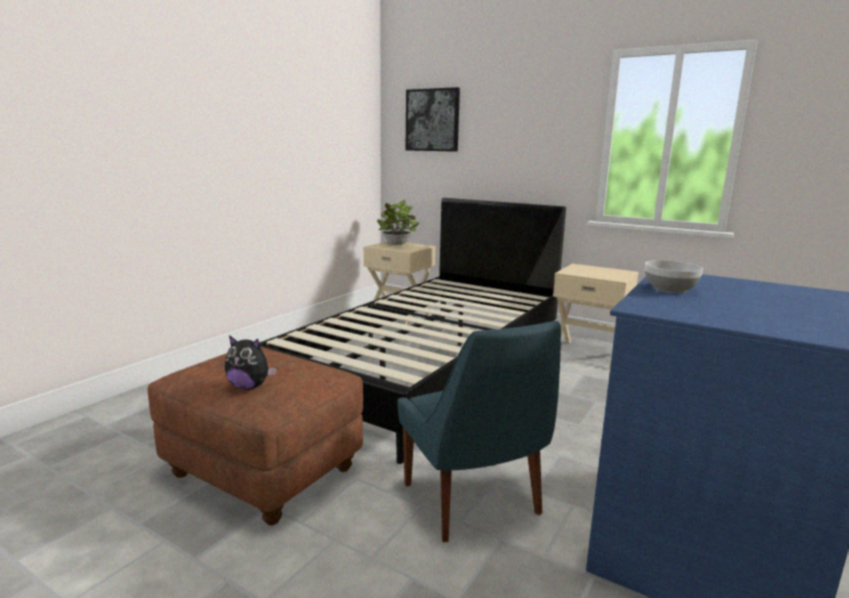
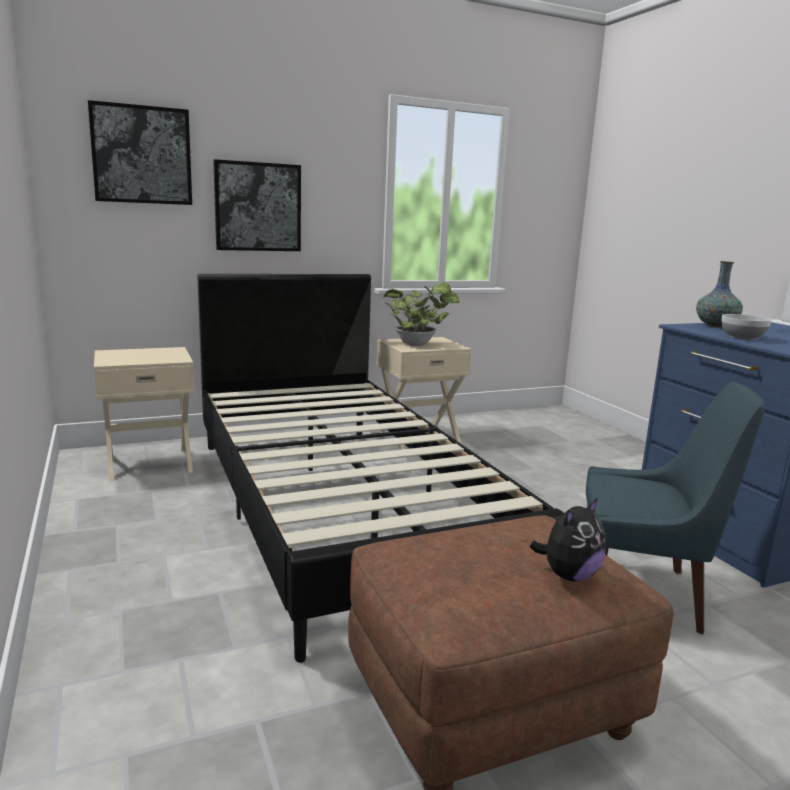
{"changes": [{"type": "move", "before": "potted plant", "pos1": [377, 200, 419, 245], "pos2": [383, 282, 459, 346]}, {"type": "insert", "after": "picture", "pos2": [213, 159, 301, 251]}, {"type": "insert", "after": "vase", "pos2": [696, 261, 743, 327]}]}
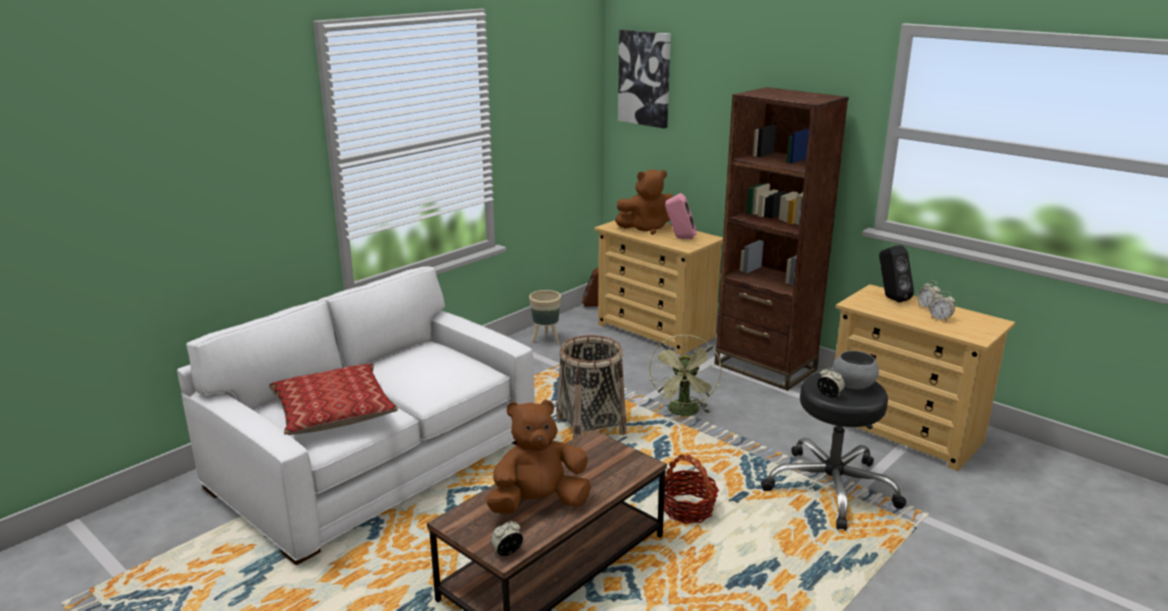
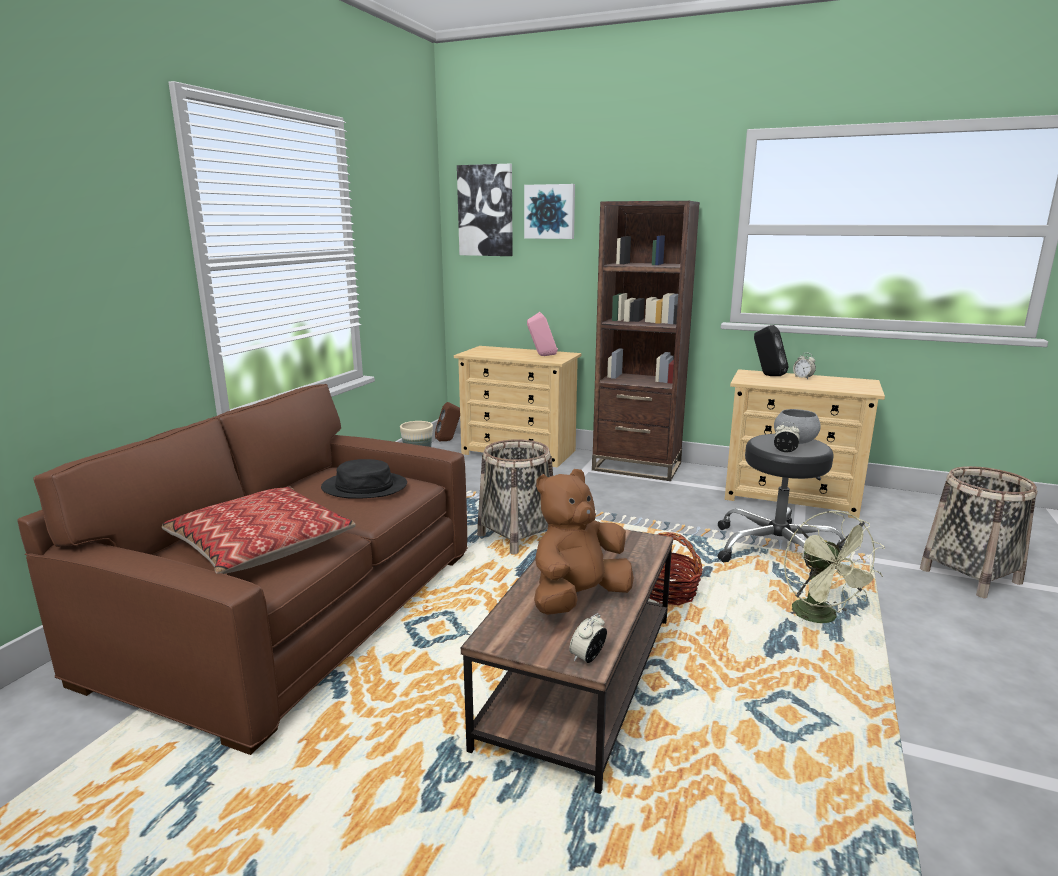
{"changes": [{"type": "recolor", "before": "sofa in white", "after": "sofa in brown", "pos1": [177, 267, 535, 565], "pos2": [17, 384, 468, 755]}, {"type": "delete", "before": "plush toy in brown", "pos1": [615, 170, 674, 234]}, {"type": "move", "before": "fan in green", "pos1": [649, 334, 722, 416], "pos2": [784, 510, 885, 623]}, {"type": "delete", "before": "alarm clock", "pos1": [929, 291, 955, 322]}, {"type": "insert", "after": "hat in black", "pos2": [321, 459, 407, 499]}, {"type": "insert", "after": "picture", "pos2": [524, 184, 575, 239]}, {"type": "insert", "after": "basket", "pos2": [920, 466, 1037, 598]}]}
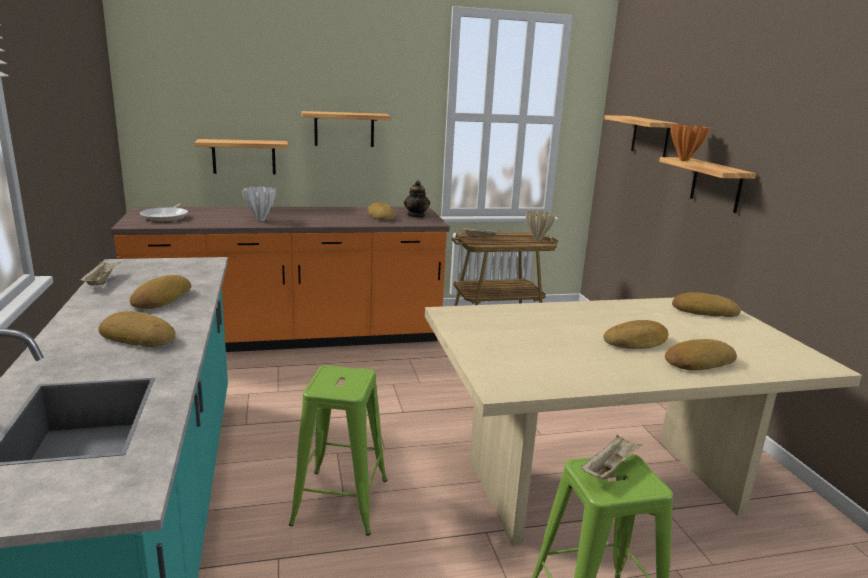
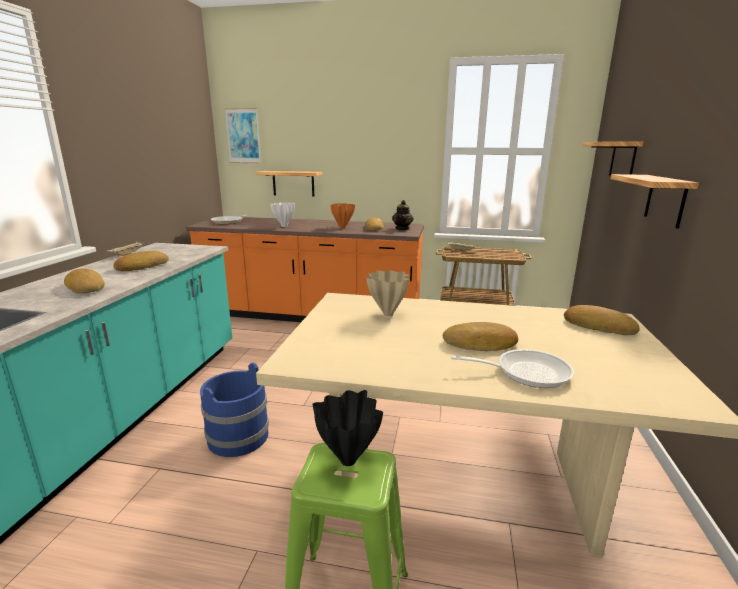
{"changes": [{"type": "replace", "before": "stool in green", "after": "bucket in blue", "pos1": [289, 365, 387, 536], "pos2": [200, 362, 269, 457]}, {"type": "delete", "before": "shelf", "pos1": [301, 111, 391, 147]}, {"type": "move", "before": "vase in beige", "pos1": [526, 210, 555, 240], "pos2": [366, 270, 409, 316]}, {"type": "replace", "before": "tray in beige", "after": "vase in black", "pos1": [581, 434, 643, 480], "pos2": [312, 390, 383, 466]}, {"type": "replace", "before": "bread", "after": "frying pan", "pos1": [665, 339, 737, 370], "pos2": [451, 349, 574, 388]}, {"type": "move", "before": "vase in orange", "pos1": [671, 124, 710, 161], "pos2": [331, 203, 355, 228]}, {"type": "insert", "after": "picture", "pos2": [225, 108, 261, 163]}]}
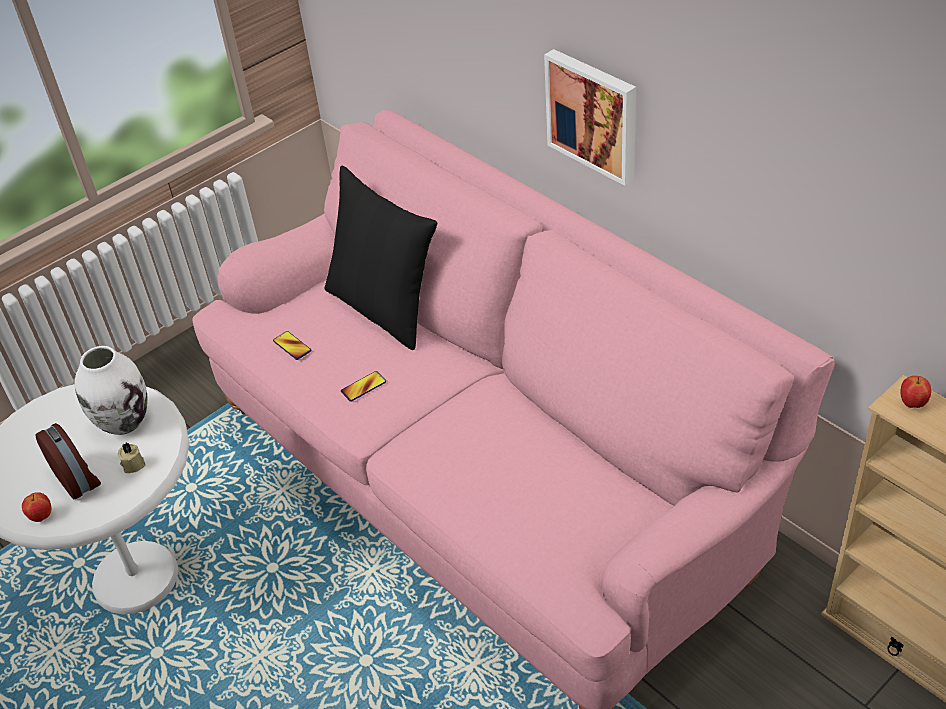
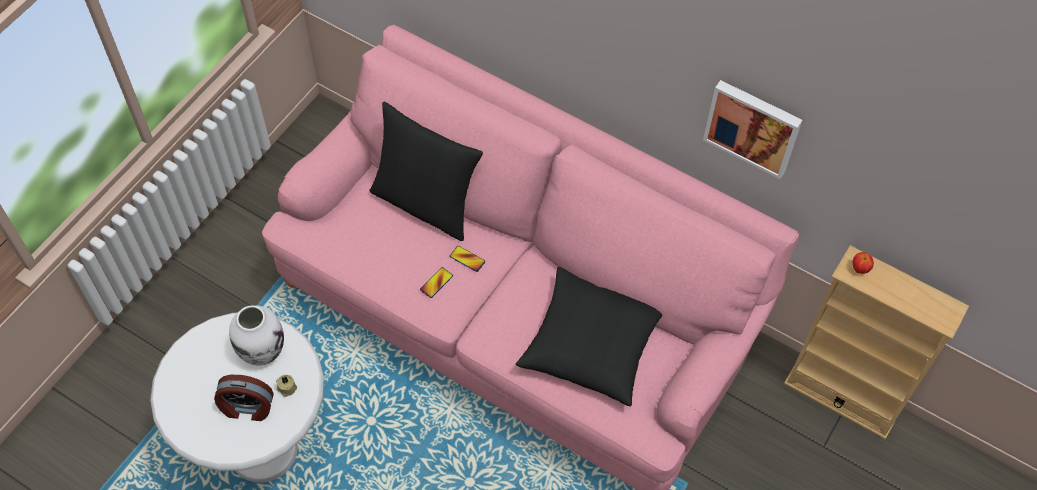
{"changes": [{"type": "delete", "before": "apple", "pos1": [22, 492, 51, 522]}, {"type": "rotate", "before": "alarm clock", "pos1": [35, 423, 101, 499], "pos2": [214, 375, 274, 421], "turn": 150}, {"type": "move", "before": "phone", "pos1": [273, 331, 311, 360], "pos2": [450, 246, 485, 272]}, {"type": "move", "before": "picture", "pos1": [544, 49, 636, 186], "pos2": [703, 80, 802, 179]}, {"type": "insert", "after": "pillow in black", "pos2": [516, 267, 662, 406]}]}
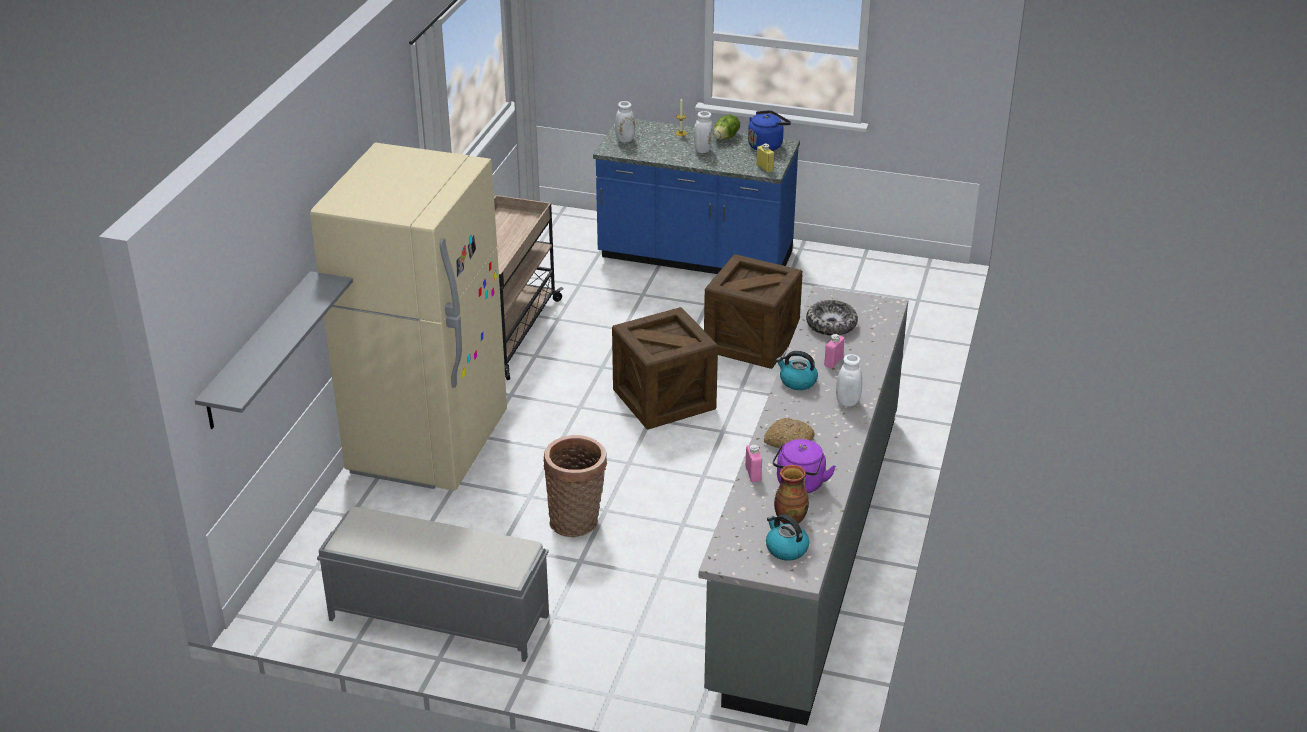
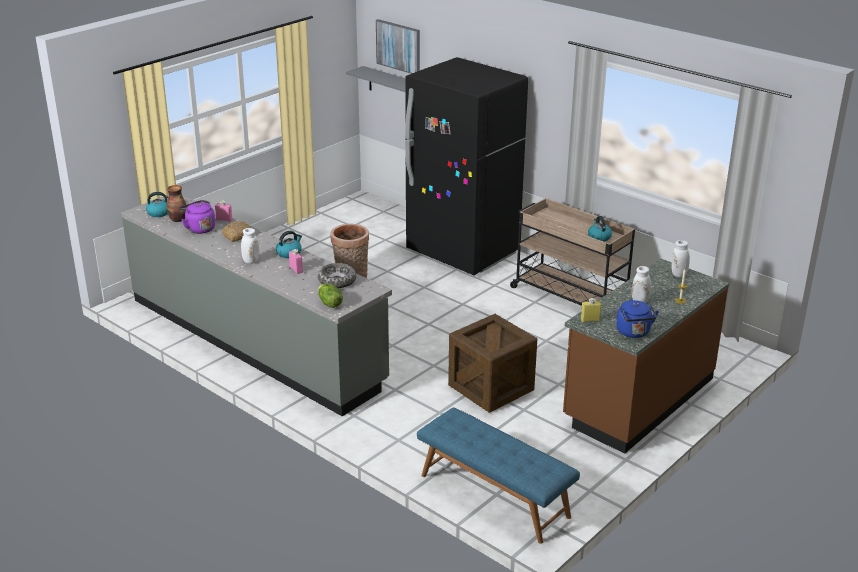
{"changes": [{"type": "recolor", "before": "fridge in beige", "after": "fridge in black", "pos1": [310, 143, 507, 491], "pos2": [405, 57, 528, 275]}, {"type": "delete", "before": "bench in grey", "pos1": [317, 507, 549, 662]}, {"type": "recolor", "before": "counter in blue", "after": "counter in brown", "pos1": [593, 119, 800, 274], "pos2": [563, 258, 729, 454]}, {"type": "delete", "before": "crate", "pos1": [612, 307, 718, 430]}, {"type": "move", "before": "lettuce", "pos1": [713, 115, 740, 140], "pos2": [318, 284, 343, 308]}, {"type": "insert", "after": "picture", "pos2": [376, 19, 420, 74]}, {"type": "insert", "after": "bench in blue", "pos2": [417, 407, 580, 544]}, {"type": "insert", "after": "kettle", "pos2": [588, 216, 612, 242]}]}
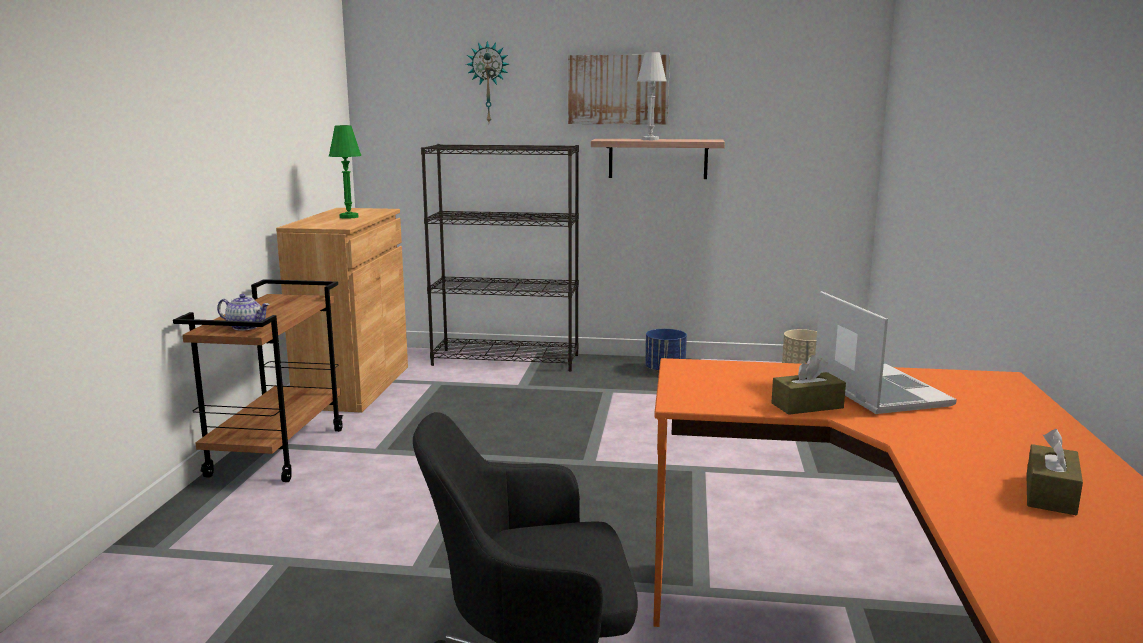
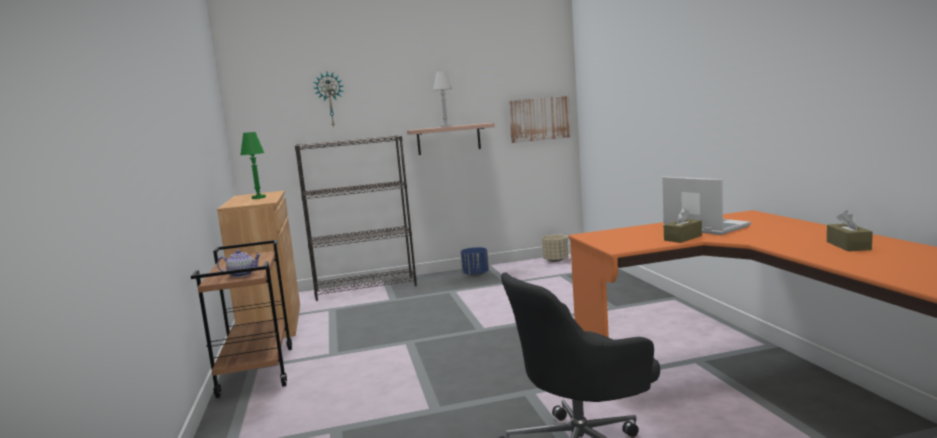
{"changes": [{"type": "move", "before": "picture", "pos1": [568, 55, 670, 125], "pos2": [508, 96, 571, 143]}]}
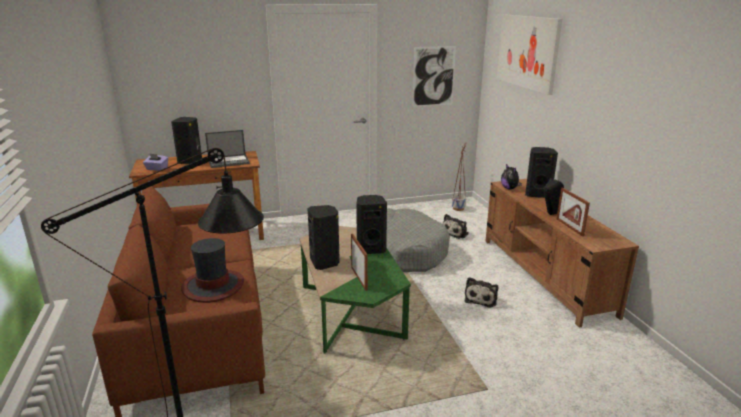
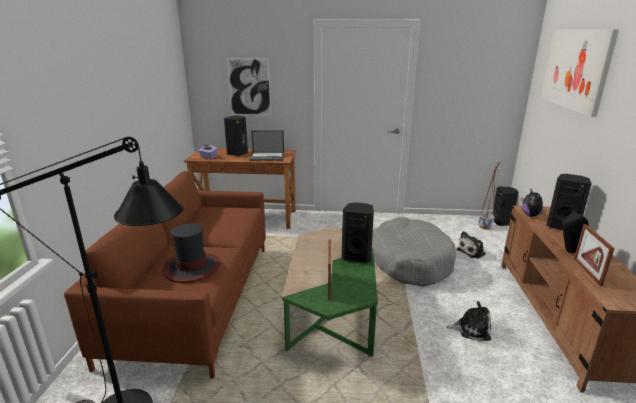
{"changes": [{"type": "move", "before": "speaker in black", "pos1": [307, 205, 340, 270], "pos2": [492, 186, 519, 226]}, {"type": "move", "before": "picture", "pos1": [413, 46, 456, 107], "pos2": [227, 58, 271, 116]}, {"type": "rotate", "before": "plush toy", "pos1": [465, 277, 498, 308], "pos2": [446, 301, 492, 341], "turn": -120}]}
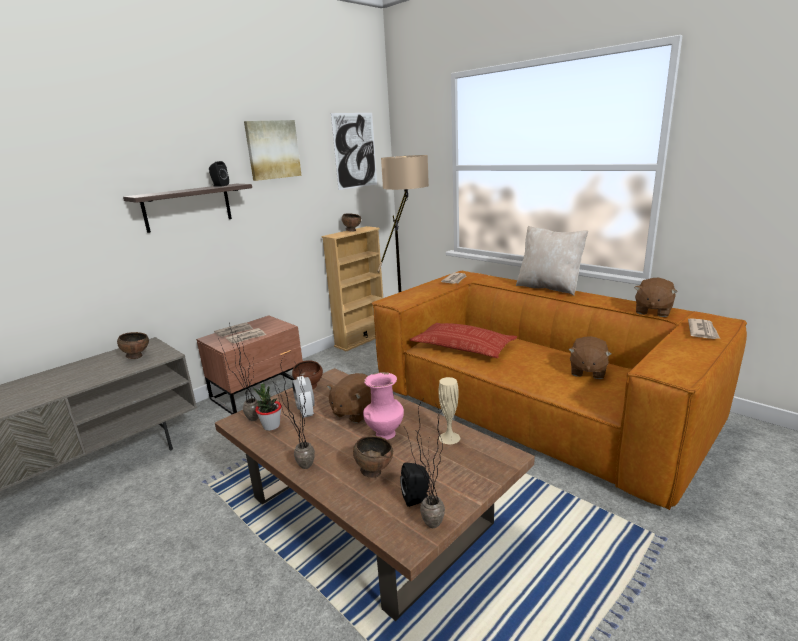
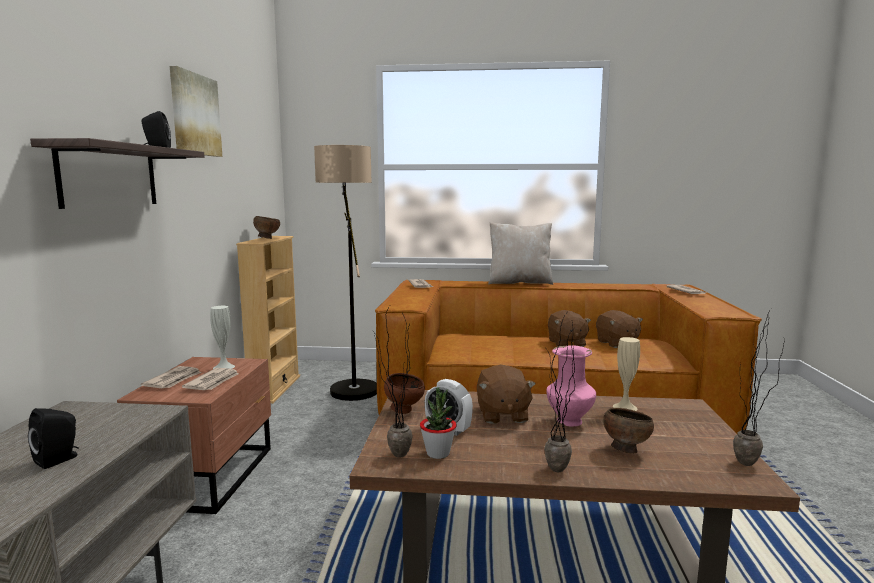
{"changes": [{"type": "delete", "before": "bowl in brown", "pos1": [117, 332, 149, 359]}, {"type": "delete", "before": "picture", "pos1": [331, 113, 377, 190]}, {"type": "move", "before": "speaker in black", "pos1": [400, 462, 429, 507], "pos2": [28, 408, 79, 469]}, {"type": "delete", "before": "pillow", "pos1": [410, 323, 517, 358]}, {"type": "move", "before": "plush toy in brown", "pos1": [634, 278, 677, 317], "pos2": [548, 310, 591, 347]}, {"type": "insert", "after": "vase in white", "pos2": [210, 306, 235, 369]}]}
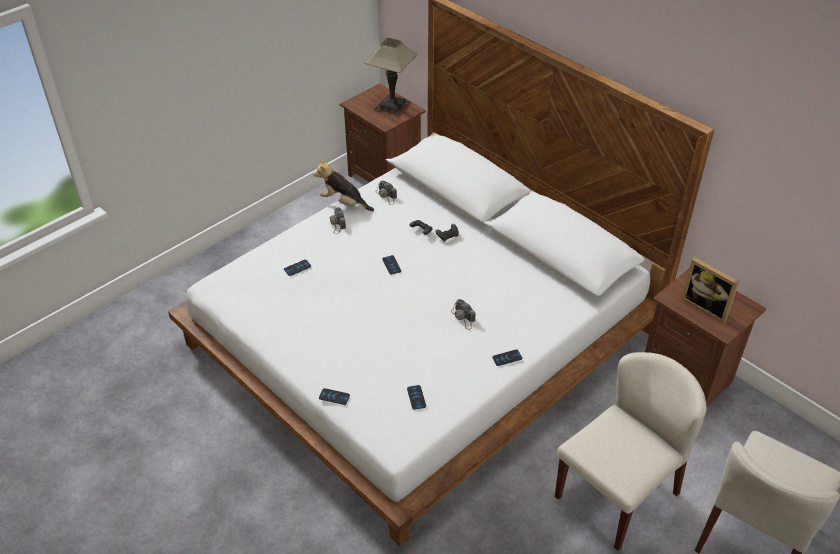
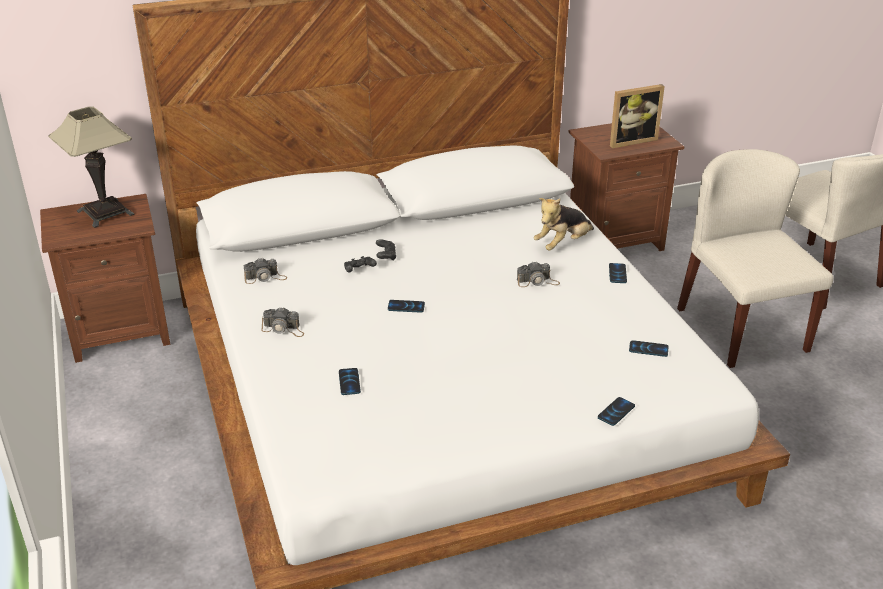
{"changes": [{"type": "move", "before": "plush toy", "pos1": [313, 159, 374, 211], "pos2": [533, 198, 594, 251]}]}
